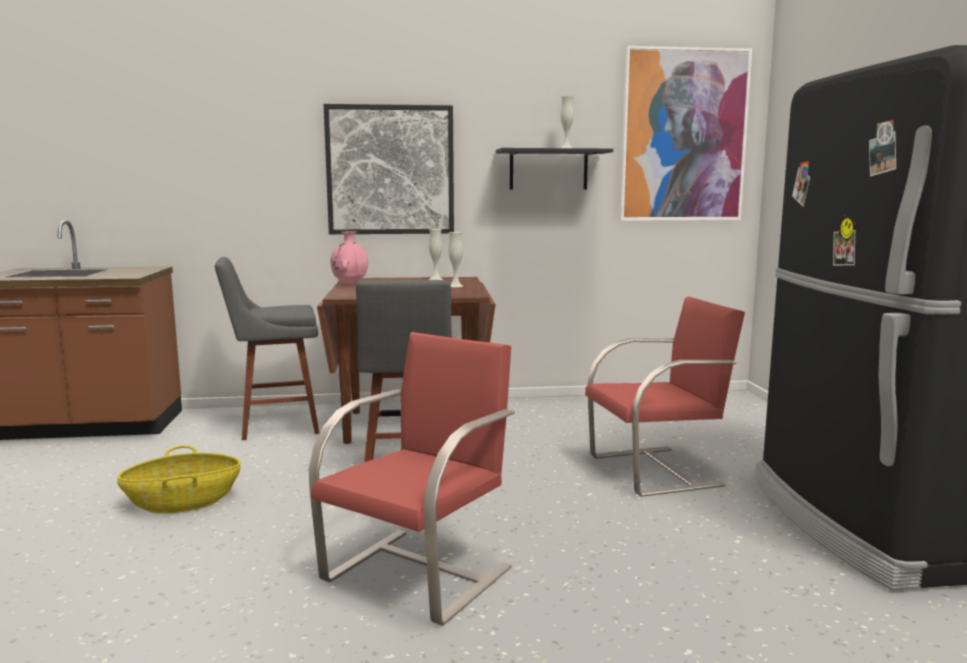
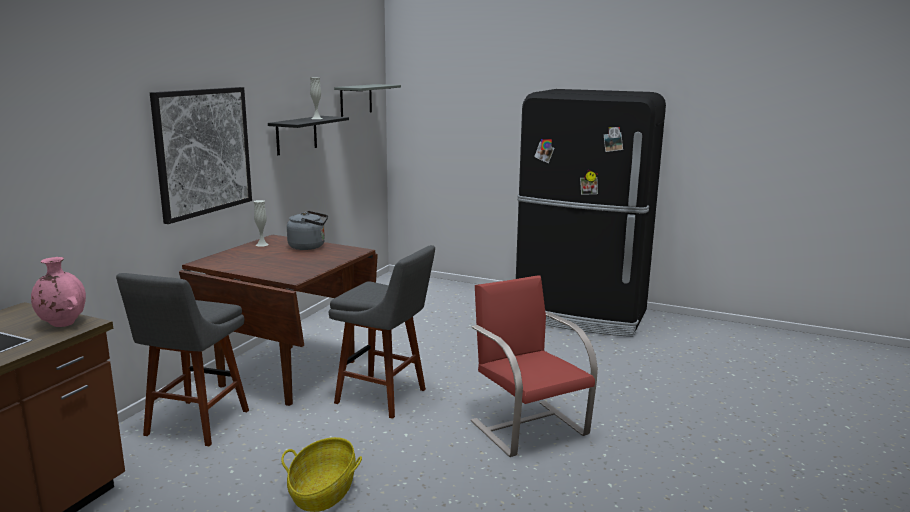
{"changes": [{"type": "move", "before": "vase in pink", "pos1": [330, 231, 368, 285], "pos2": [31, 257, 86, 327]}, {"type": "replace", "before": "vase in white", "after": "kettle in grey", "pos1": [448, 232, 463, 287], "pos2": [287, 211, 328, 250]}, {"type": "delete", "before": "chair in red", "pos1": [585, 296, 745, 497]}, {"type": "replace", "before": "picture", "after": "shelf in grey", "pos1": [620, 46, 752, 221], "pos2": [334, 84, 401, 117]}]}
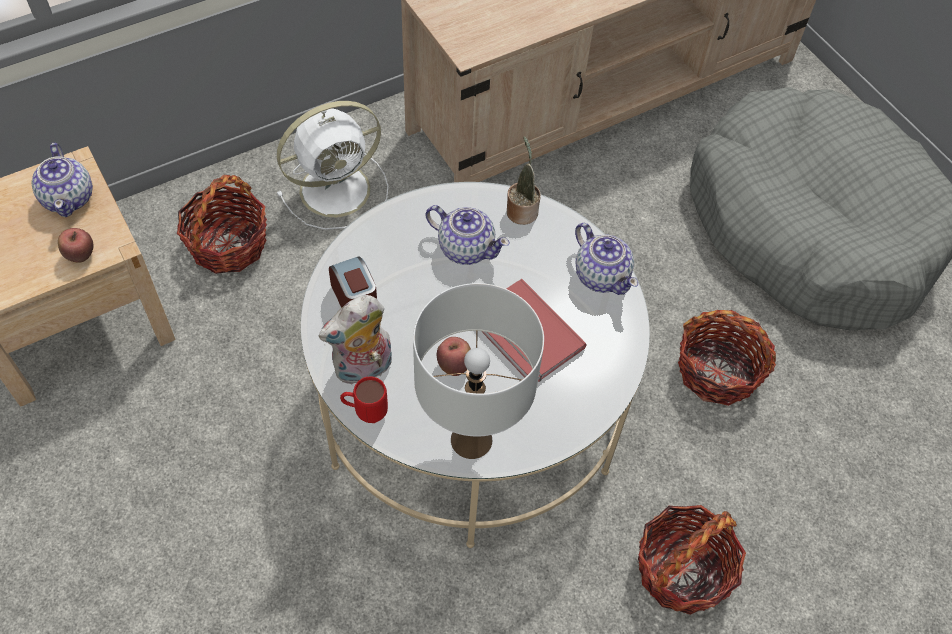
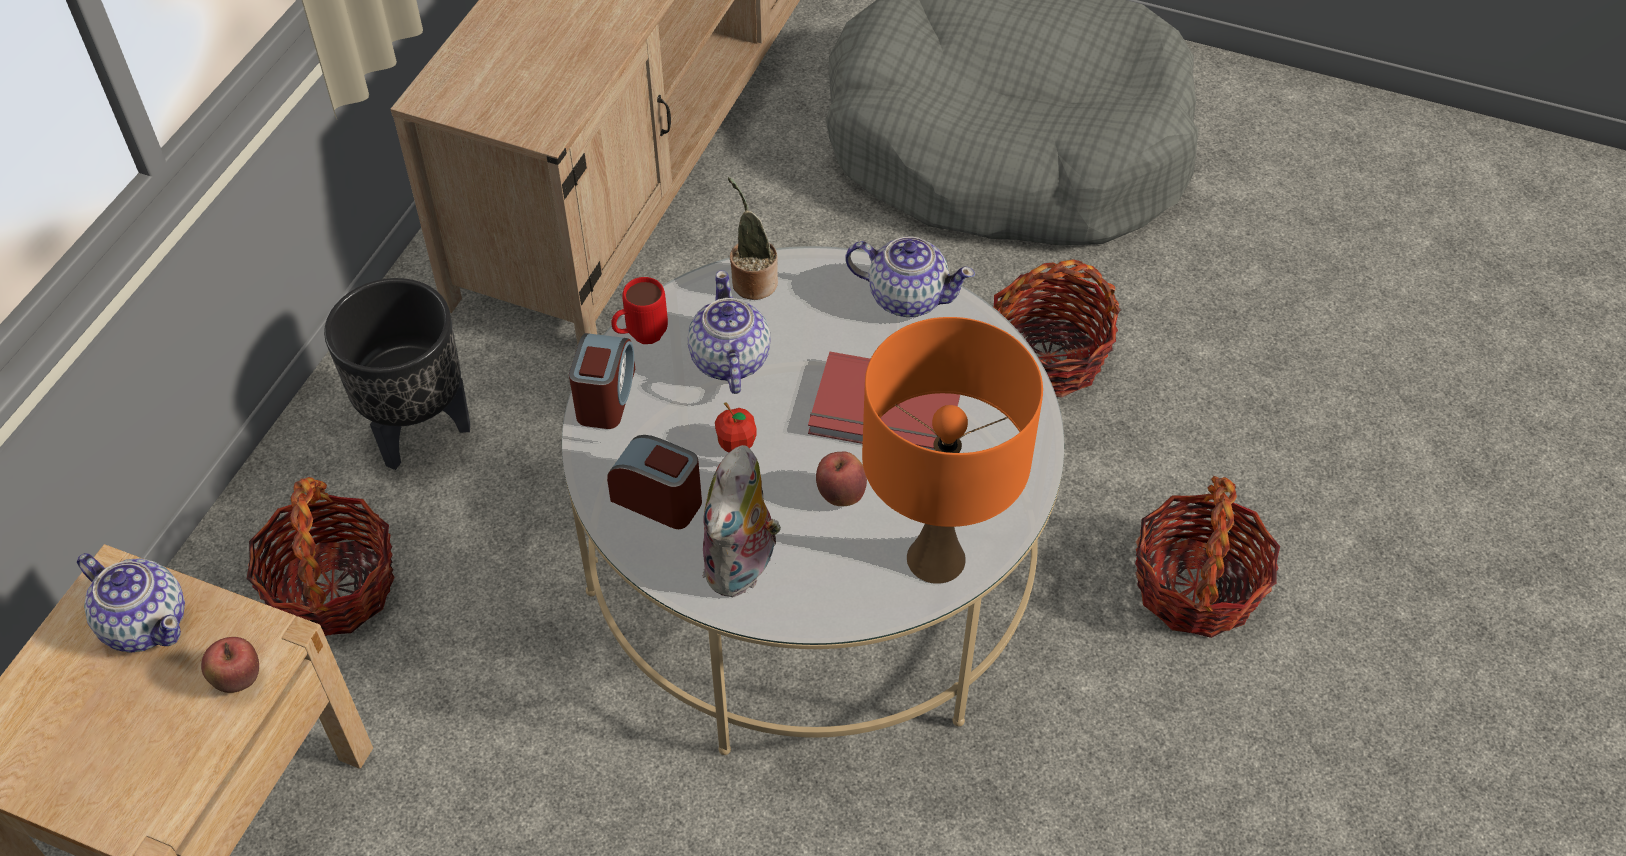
{"changes": [{"type": "replace", "before": "fan in white", "after": "planter in black", "pos1": [277, 101, 388, 230], "pos2": [324, 278, 470, 470]}, {"type": "move", "before": "mug in red", "pos1": [340, 377, 388, 423], "pos2": [611, 277, 668, 344]}, {"type": "recolor", "before": "table lamp in white", "after": "table lamp in orange", "pos1": [413, 283, 544, 459], "pos2": [862, 317, 1043, 584]}, {"type": "rotate", "before": "teapot", "pos1": [426, 205, 510, 265], "pos2": [688, 270, 771, 394], "turn": -90}, {"type": "insert", "after": "alarm clock", "pos2": [569, 333, 635, 429]}, {"type": "insert", "after": "apple", "pos2": [715, 402, 756, 452]}]}
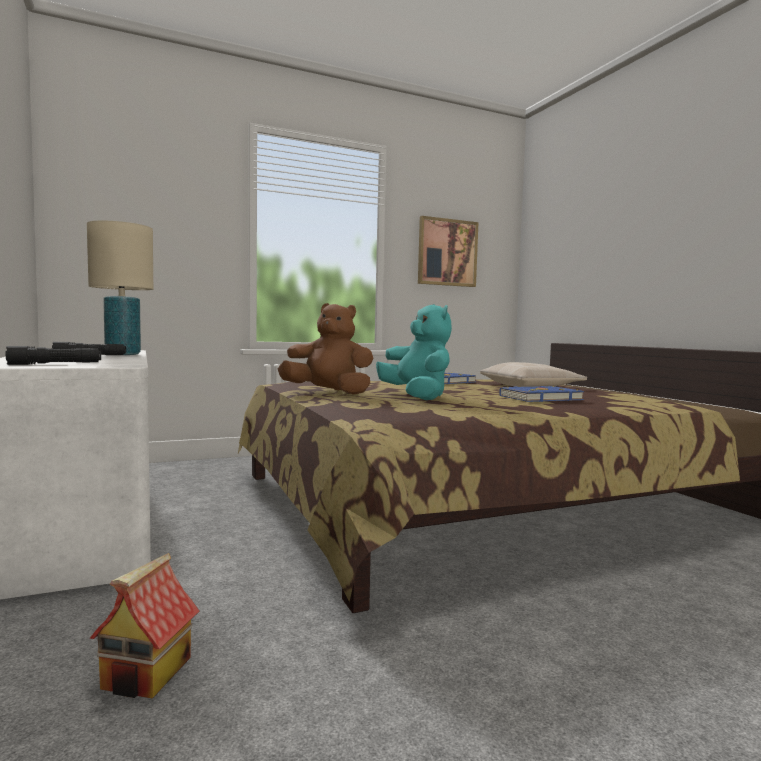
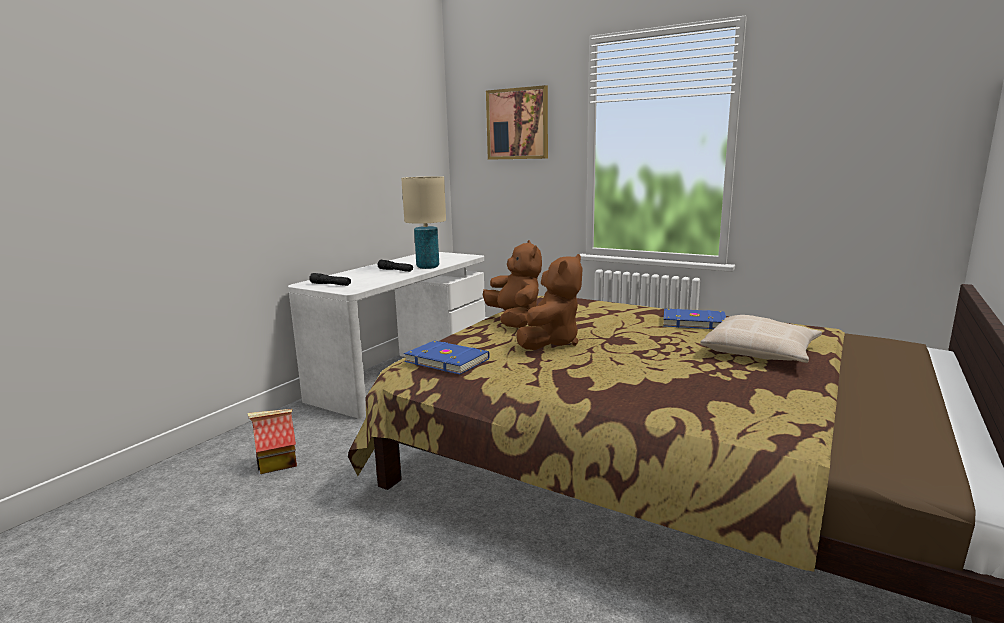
{"changes": [{"type": "recolor", "before": "plush toy in turquoise", "after": "plush toy in brown", "pos1": [376, 304, 452, 400], "pos2": [516, 254, 583, 350]}, {"type": "move", "before": "picture", "pos1": [418, 216, 478, 287], "pos2": [486, 85, 548, 160]}, {"type": "move", "before": "book in blue", "pos1": [499, 386, 584, 402], "pos2": [404, 341, 490, 374]}]}
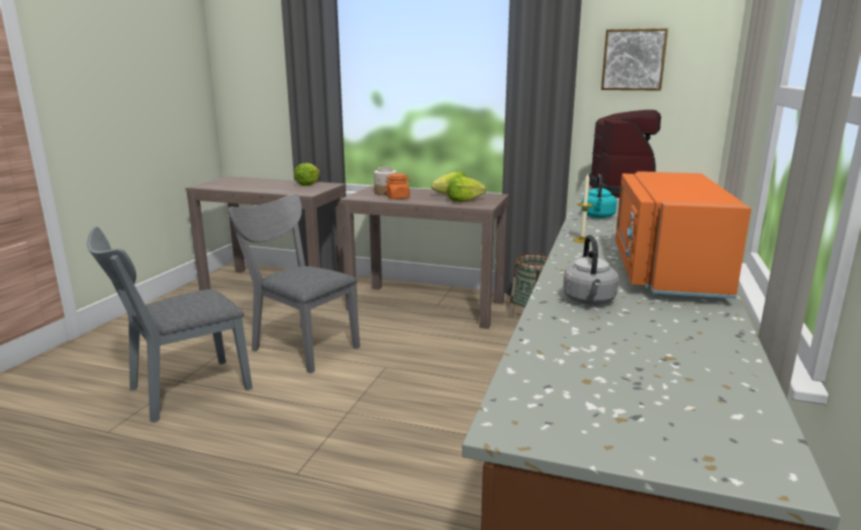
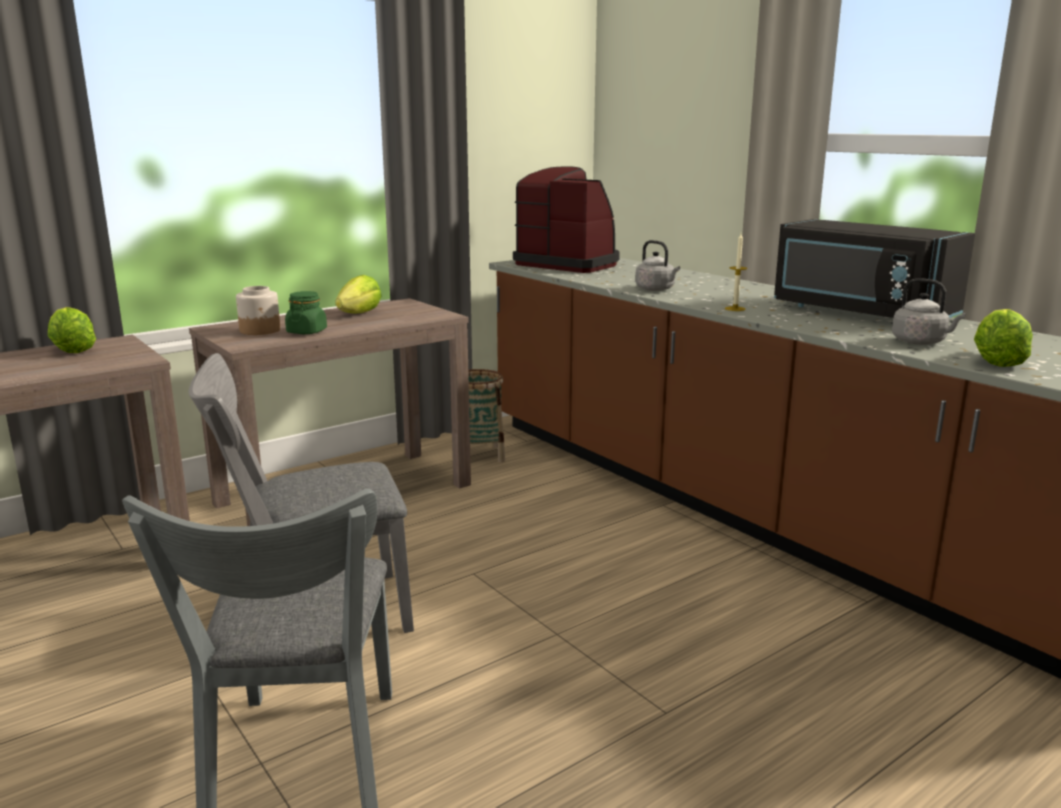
{"changes": [{"type": "recolor", "before": "jar in orange", "after": "jar in green", "pos1": [385, 174, 411, 199], "pos2": [285, 291, 327, 334]}, {"type": "move", "before": "lettuce", "pos1": [448, 176, 486, 202], "pos2": [974, 309, 1033, 367]}, {"type": "recolor", "before": "kettle in turquoise", "after": "kettle in grey", "pos1": [581, 174, 617, 218], "pos2": [635, 240, 680, 291]}, {"type": "delete", "before": "picture", "pos1": [601, 28, 668, 91]}, {"type": "recolor", "before": "microwave in orange", "after": "microwave in black", "pos1": [615, 171, 751, 299], "pos2": [774, 219, 975, 318]}]}
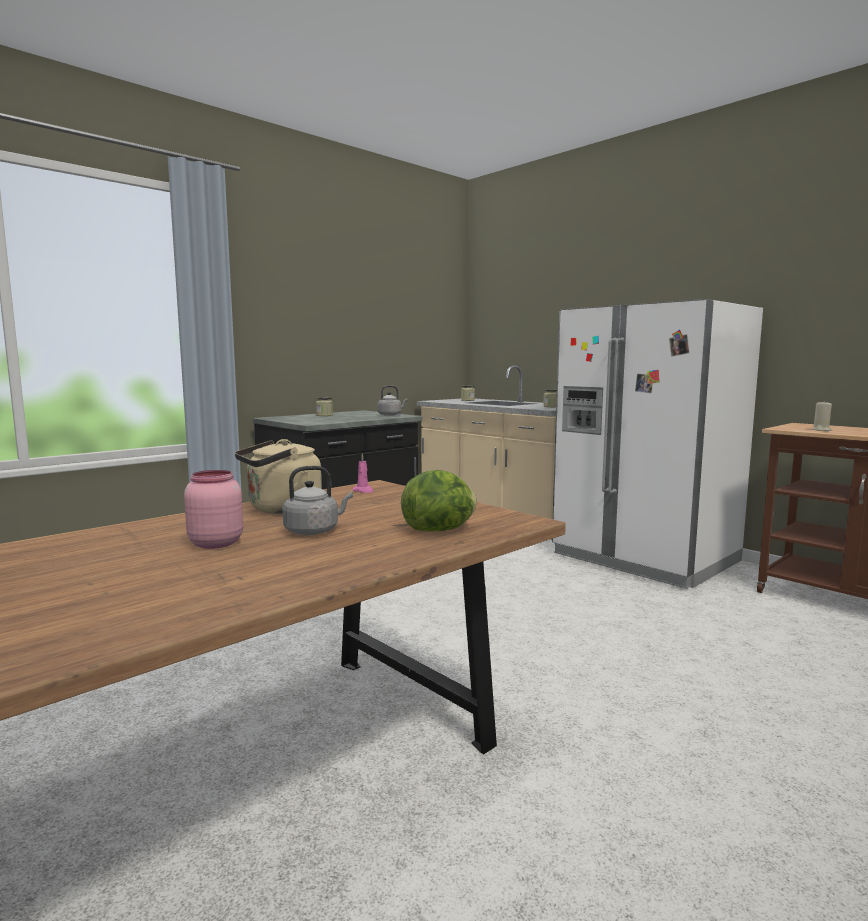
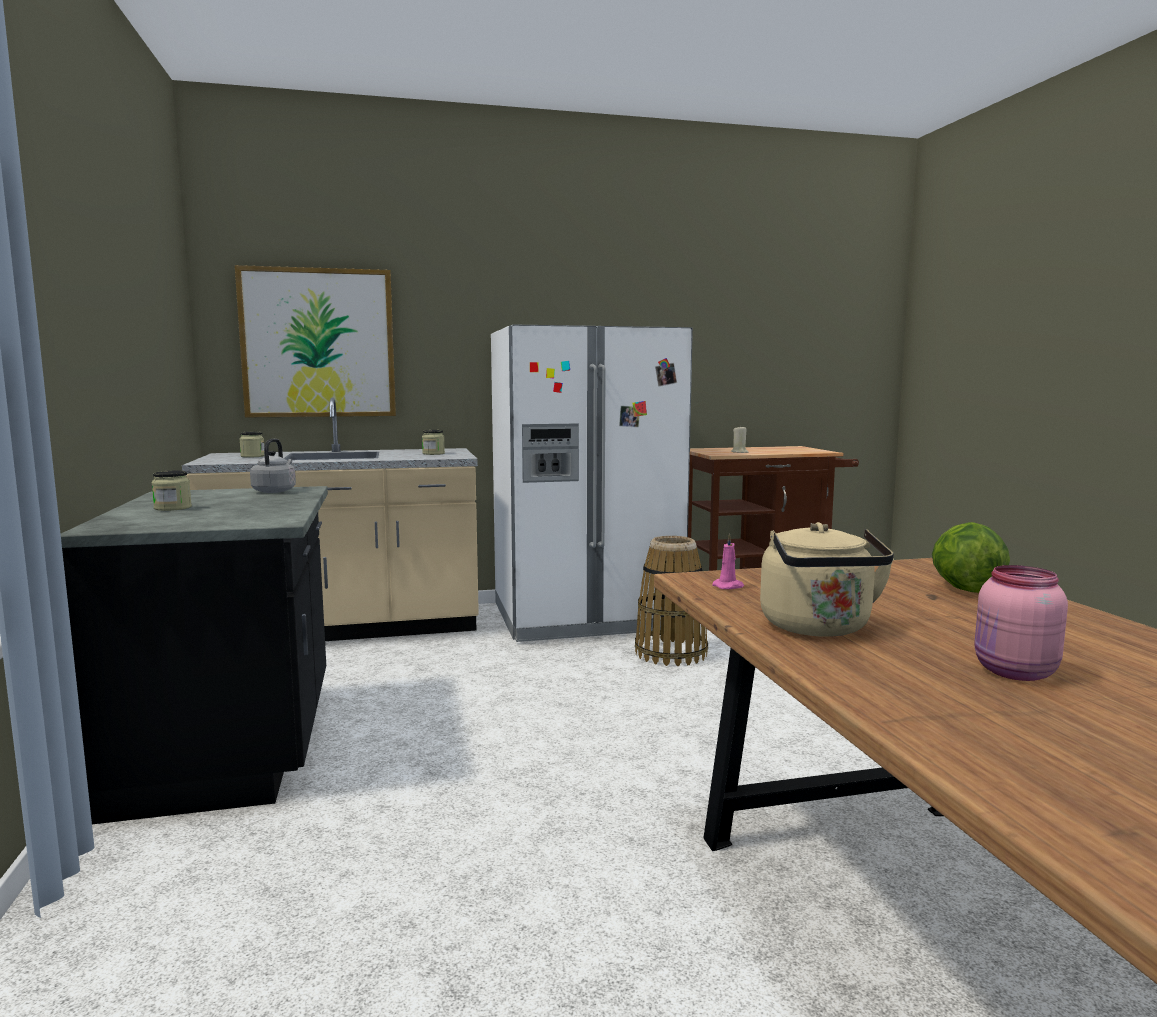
{"changes": [{"type": "delete", "before": "kettle in grey", "pos1": [282, 466, 353, 535]}, {"type": "insert", "after": "picture", "pos2": [235, 265, 396, 418]}, {"type": "insert", "after": "basket", "pos2": [635, 536, 708, 666]}]}
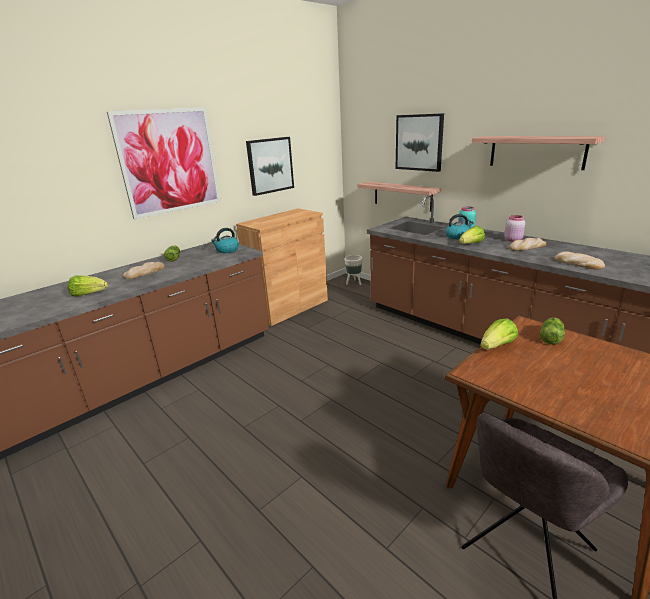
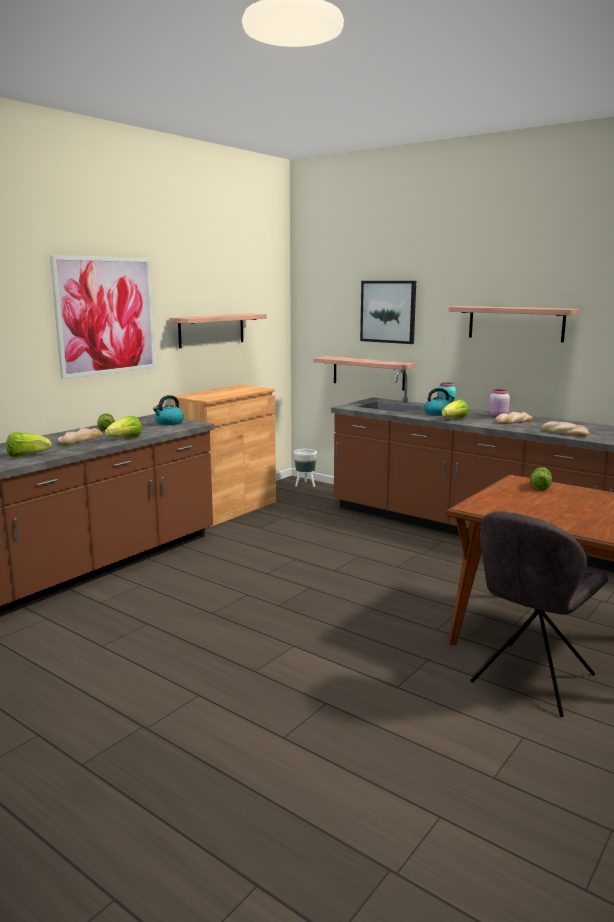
{"changes": [{"type": "replace", "before": "picture", "after": "shelf", "pos1": [246, 137, 294, 196], "pos2": [169, 314, 267, 348]}, {"type": "move", "before": "lettuce", "pos1": [481, 319, 518, 350], "pos2": [105, 416, 142, 438]}]}
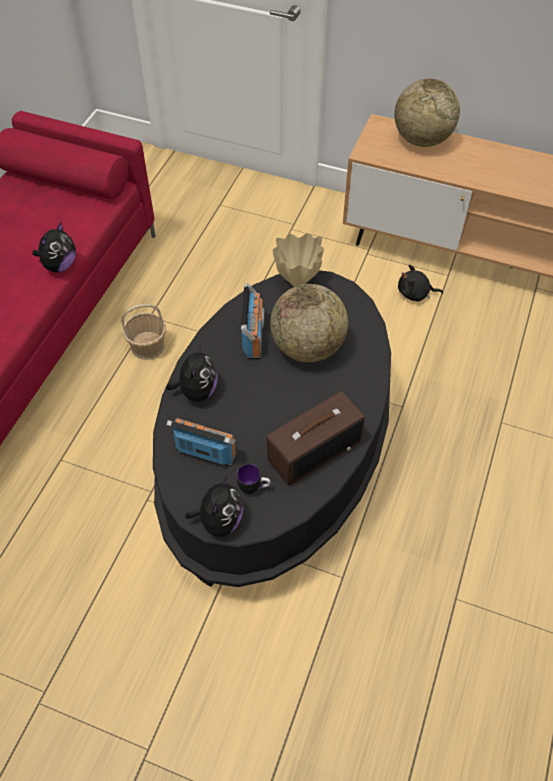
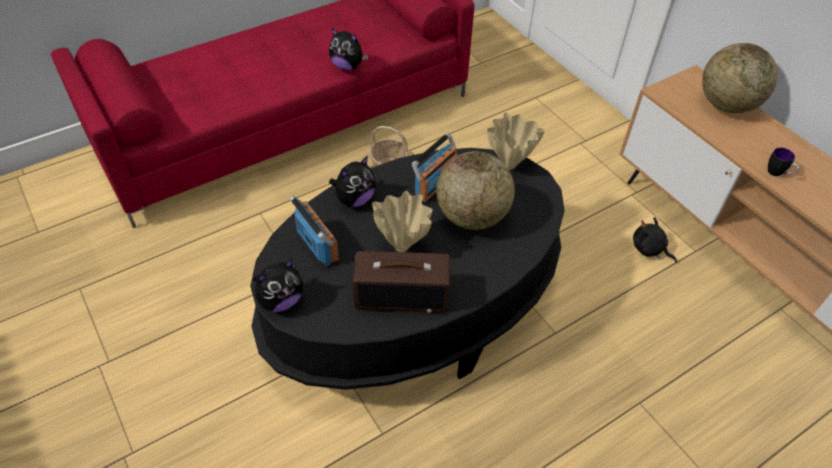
{"changes": [{"type": "rotate", "before": "plush toy", "pos1": [33, 222, 76, 272], "pos2": [329, 28, 369, 71], "turn": 45}, {"type": "move", "before": "mug", "pos1": [237, 464, 271, 494], "pos2": [768, 148, 799, 176]}, {"type": "insert", "after": "vase in beige", "pos2": [372, 191, 432, 252]}]}
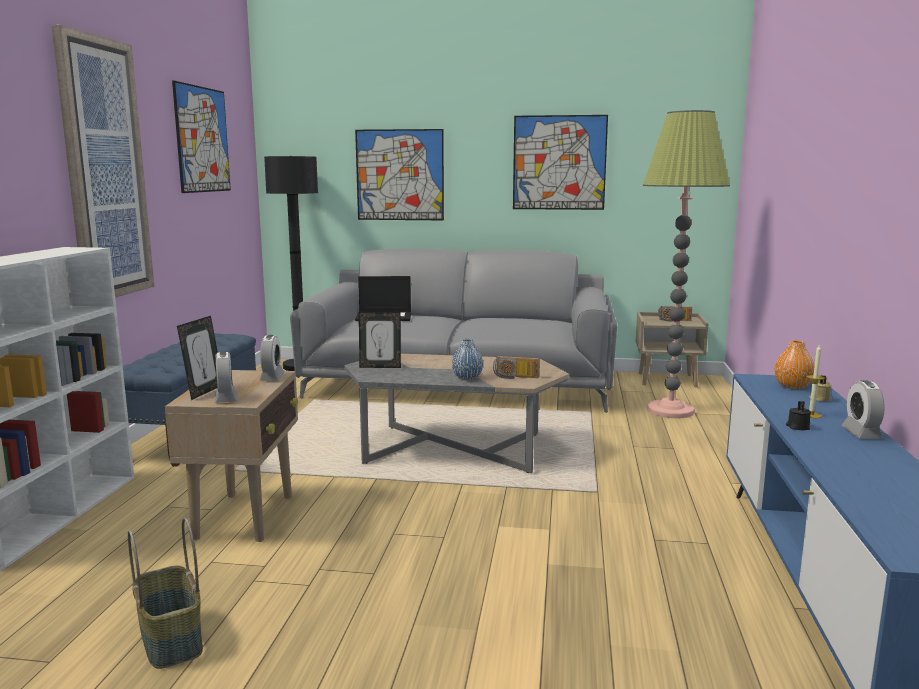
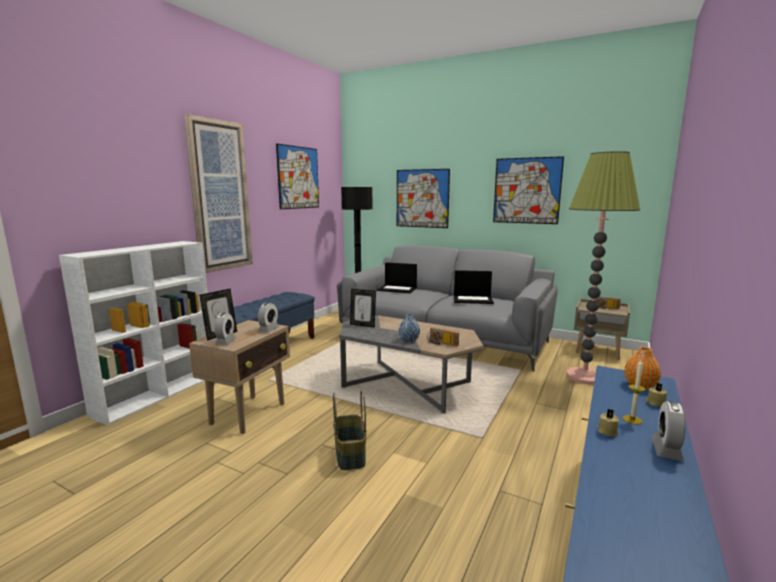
{"changes": [{"type": "move", "before": "basket", "pos1": [128, 518, 203, 669], "pos2": [333, 390, 366, 470]}, {"type": "recolor", "before": "candle in black", "after": "candle in beige", "pos1": [786, 401, 811, 431], "pos2": [597, 409, 619, 436]}, {"type": "insert", "after": "laptop", "pos2": [454, 270, 494, 304]}]}
